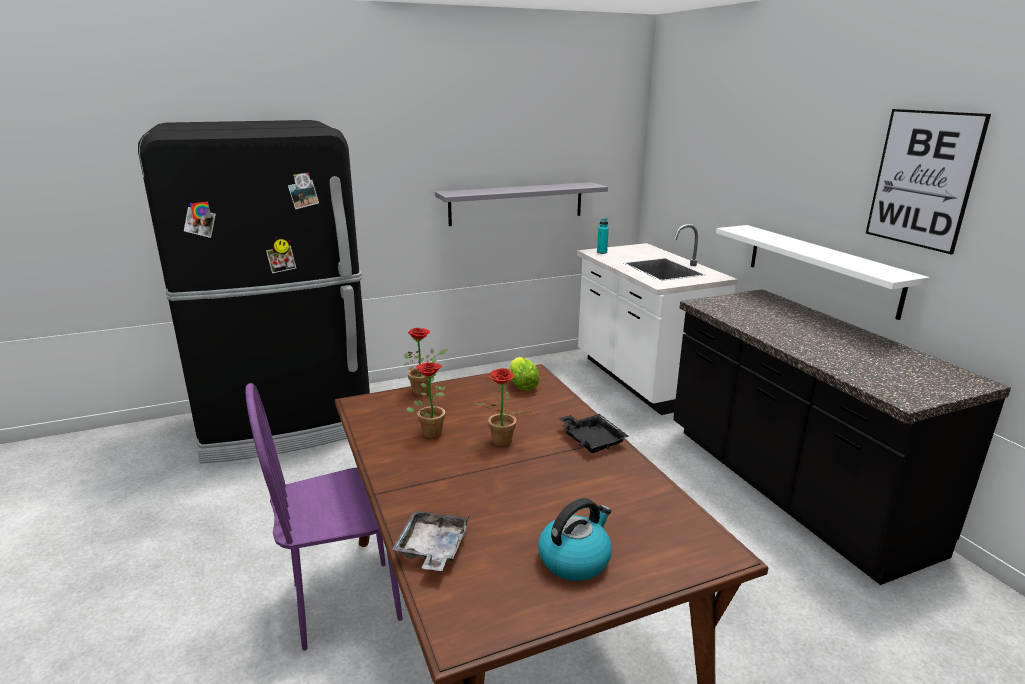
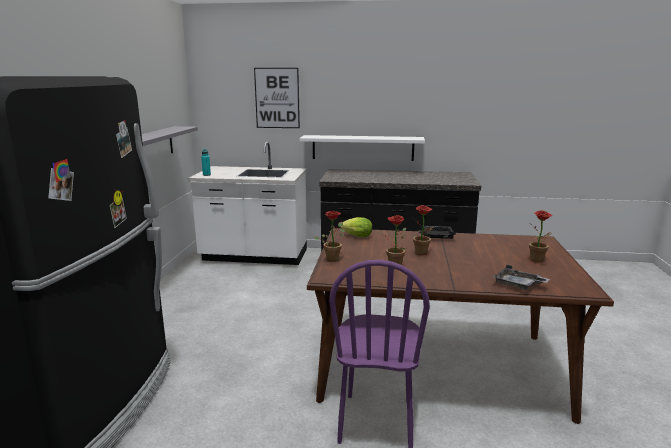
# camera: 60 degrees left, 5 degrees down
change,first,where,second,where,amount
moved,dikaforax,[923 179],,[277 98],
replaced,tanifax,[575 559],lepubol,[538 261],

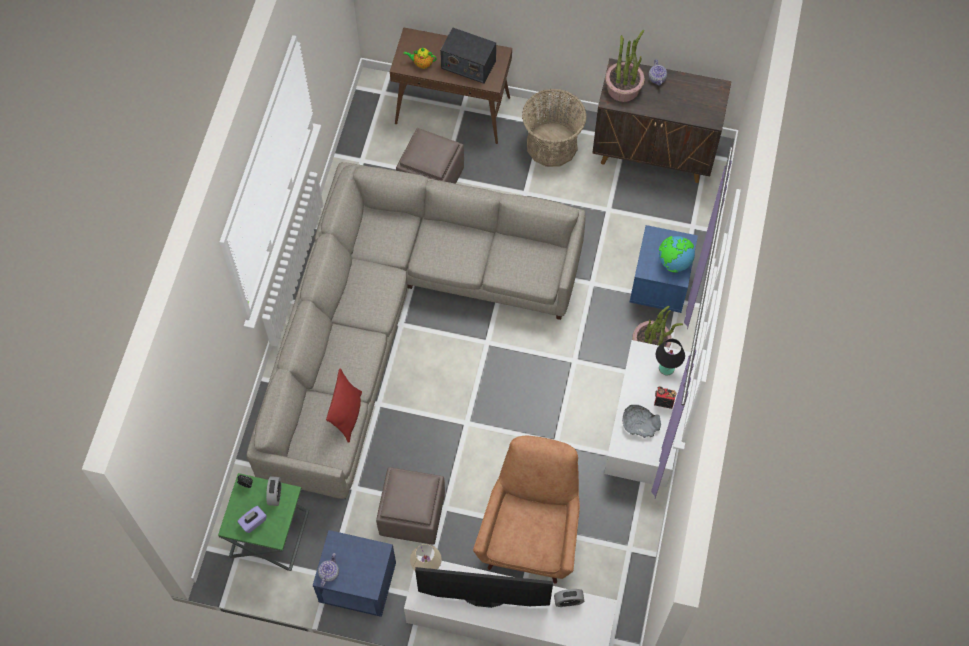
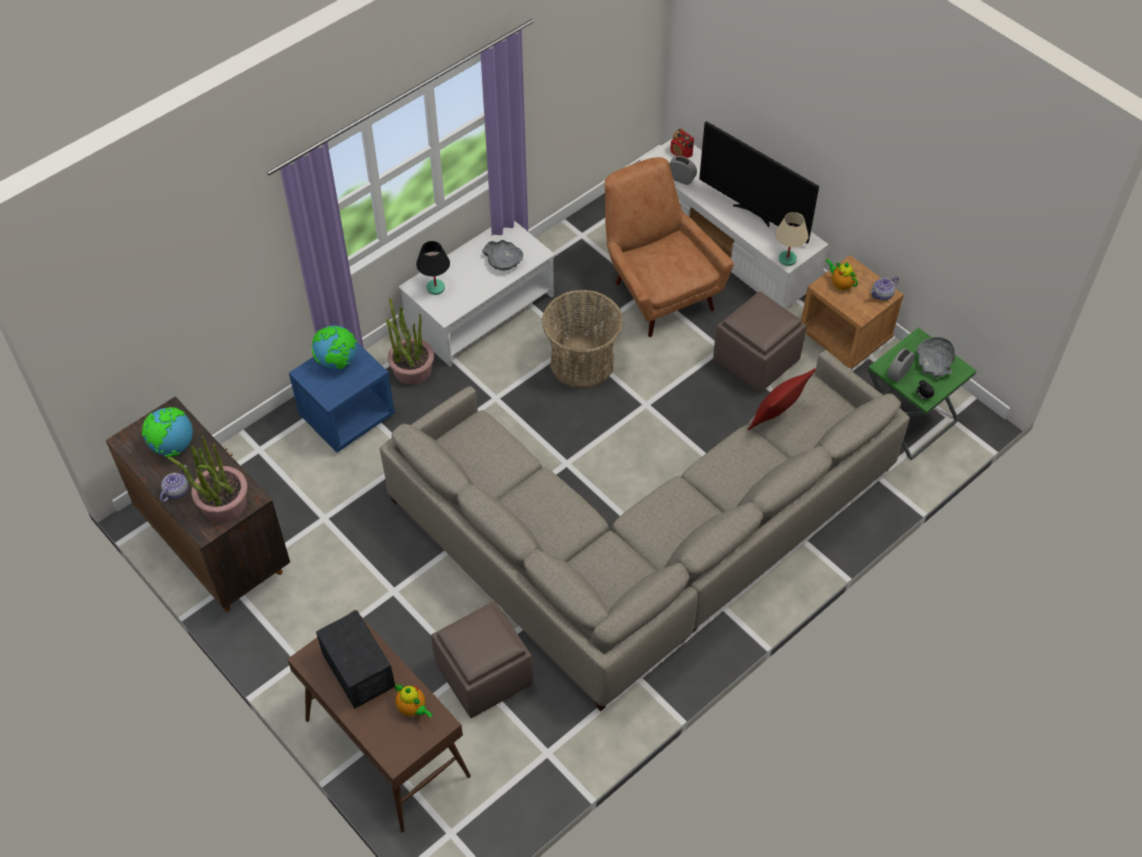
# camera: 145 degrees left, 10 degrees down
change,first,where,second,where,amount
added,,,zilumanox,[172 446],
added,,,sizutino,[840 283],
moved,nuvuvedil,[551 145],,[582 363],
moved,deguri,[663 401],,[681 154],
replaced,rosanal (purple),[253 522],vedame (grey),[934 362],
recoloured,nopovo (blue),[357 583],nopovo (brown),[845 336],
turned,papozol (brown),[531 532],,[657 290],105 degrees clockwise

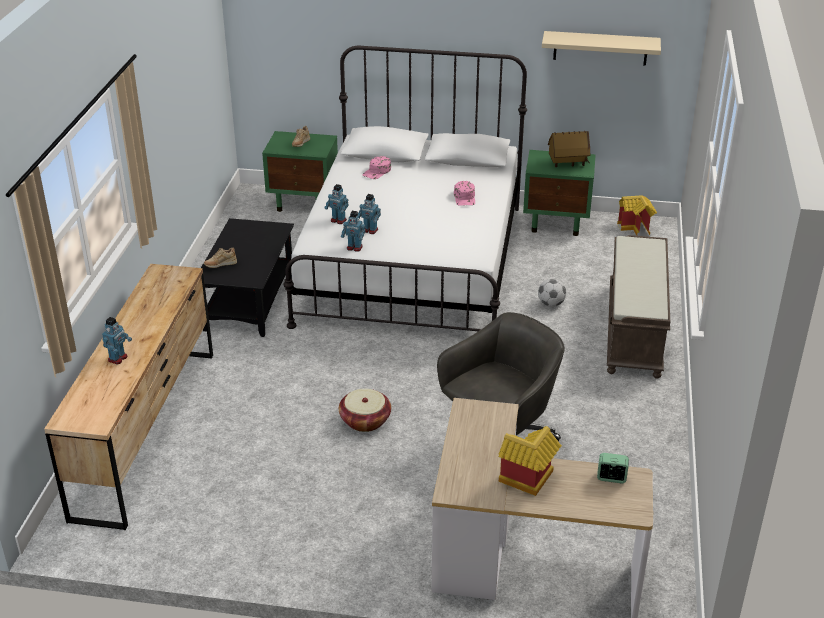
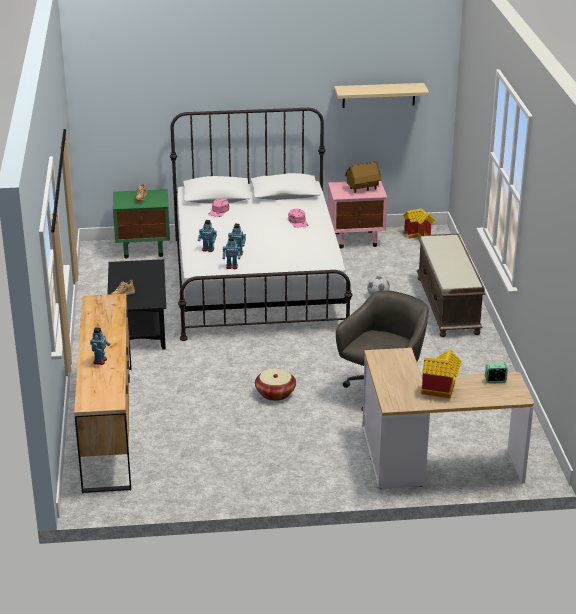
# camera: 15 degrees left, 5 degrees down
change,first,where,second,where,amount
recoloured,nopovo (green),[557 223],nopovo (pink),[356 239],

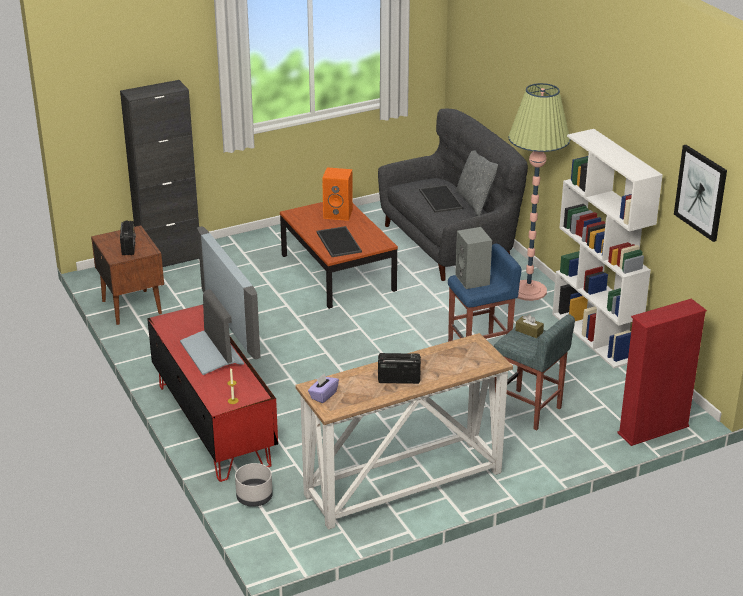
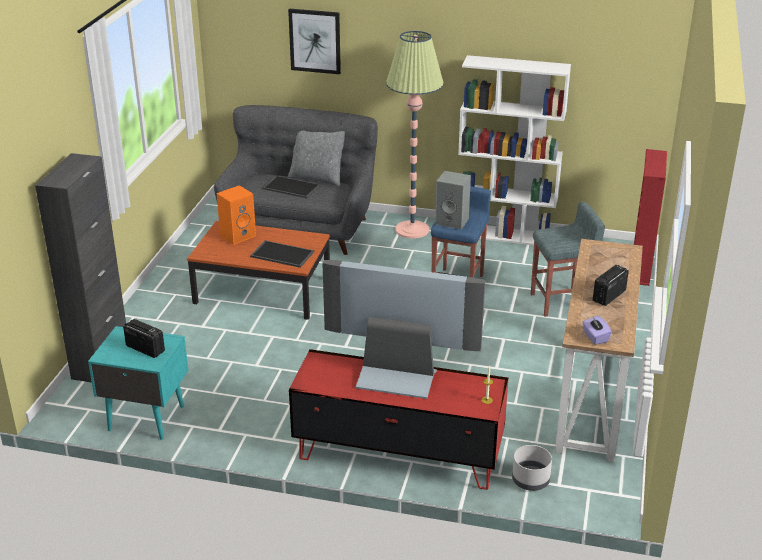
# camera: 50 degrees left, 0 degrees up
change,first,where,second,where,amount
removed,rosanal (brown),[529 331],,,
moved,dikaforax,[701 192],,[315 41],
recoloured,nopovo (brown),[132 306],nopovo (turquoise),[145 417],

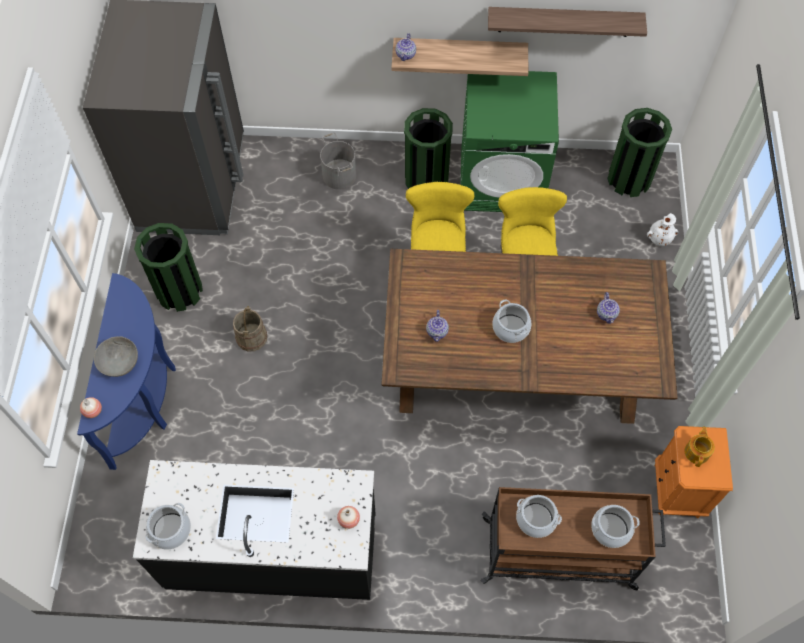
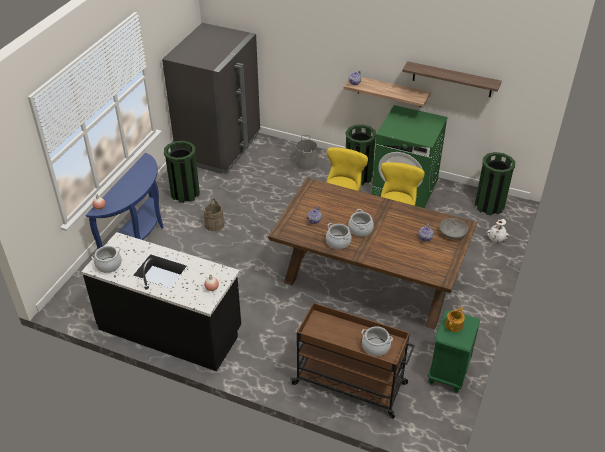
# camera: 20 degrees right, 20 degrees down
change,first,where,second,where,amount
moved,vedame (grey),[118 362],,[452 234],
moved,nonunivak,[536 519],,[338 242],
recoloured,nopovo (orange),[678 490],nopovo (green),[448 373],

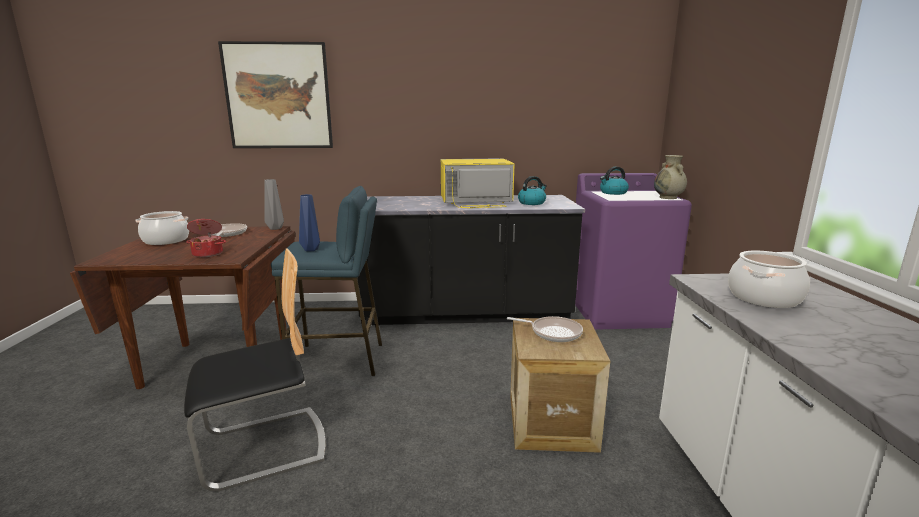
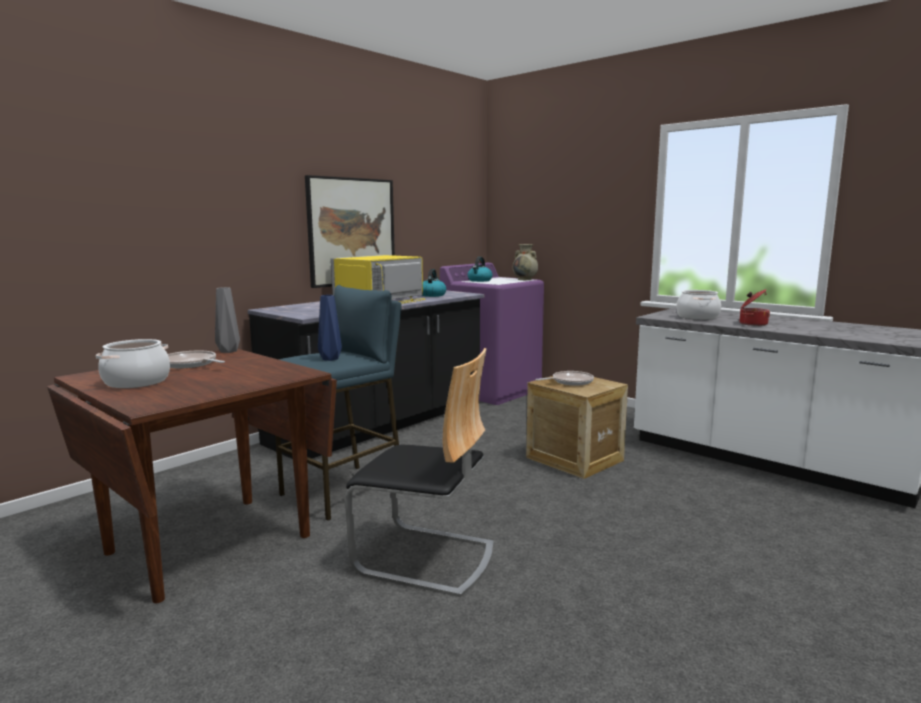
# camera: 45 degrees left, 5 degrees down
change,first,where,second,where,amount
moved,nonunivak,[208 253],,[752 324],
moved,dikaforax,[278 96],,[351 231],
turned,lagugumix,[264 447],,[425 558],90 degrees clockwise

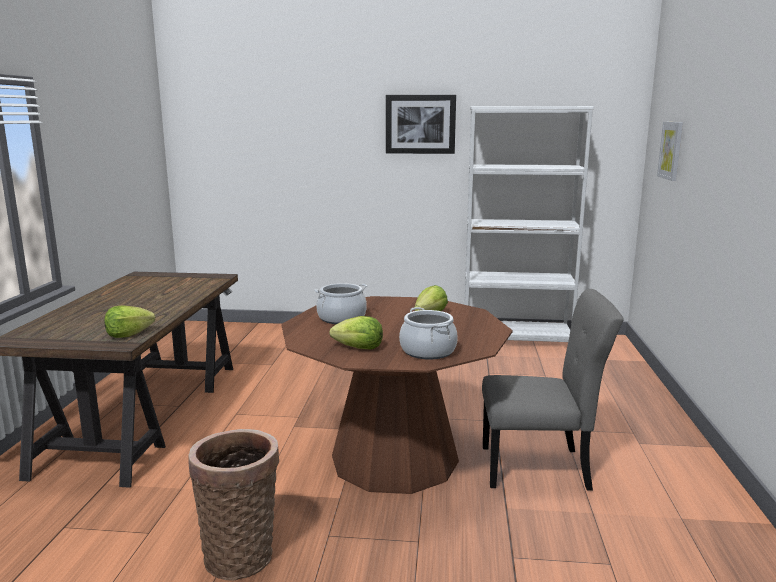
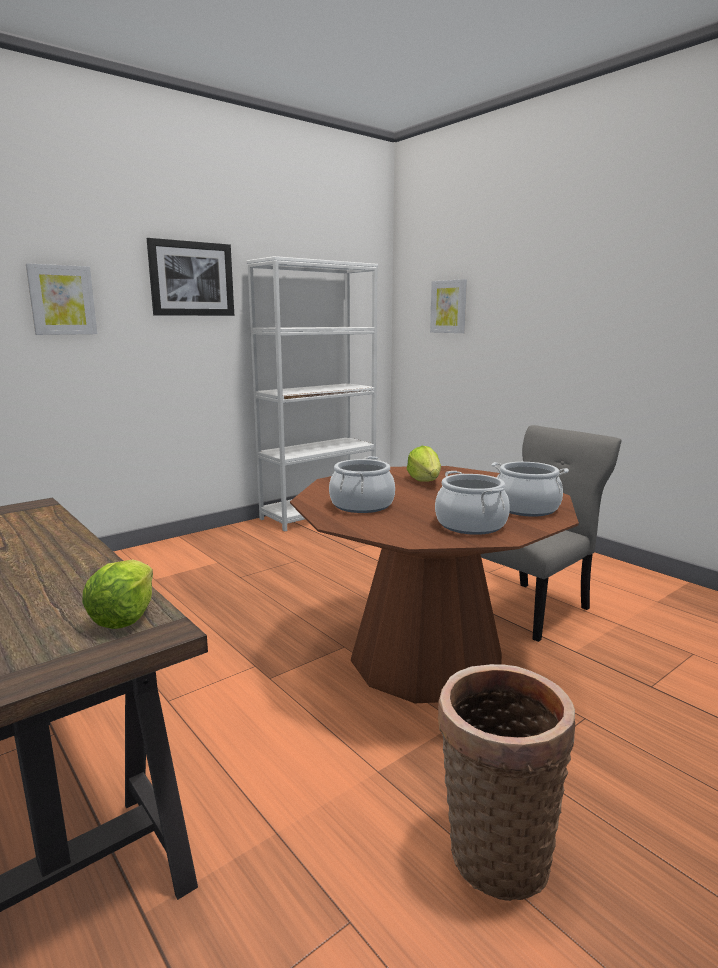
# camera: 45 degrees left, 0 degrees up
change,first,where,second,where,amount
added,,,dikaforax,[62 300],
replaced,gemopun,[359 348],nonunivak,[471 525],

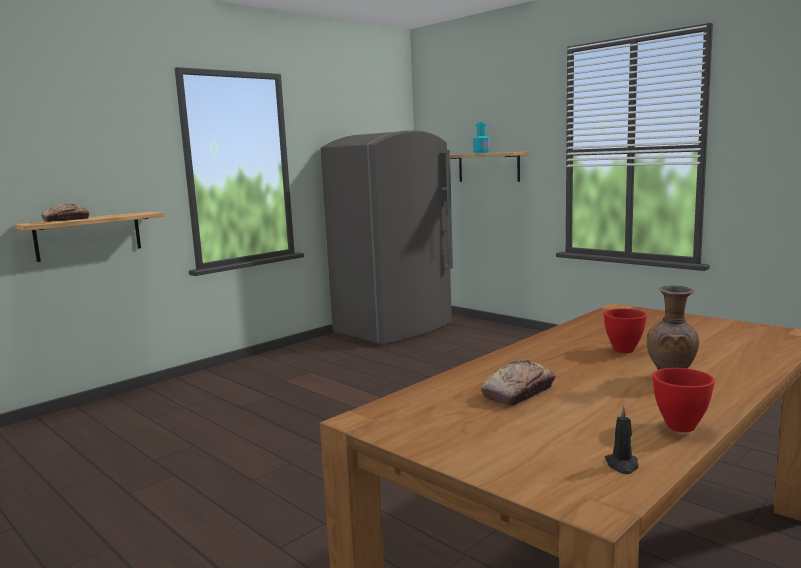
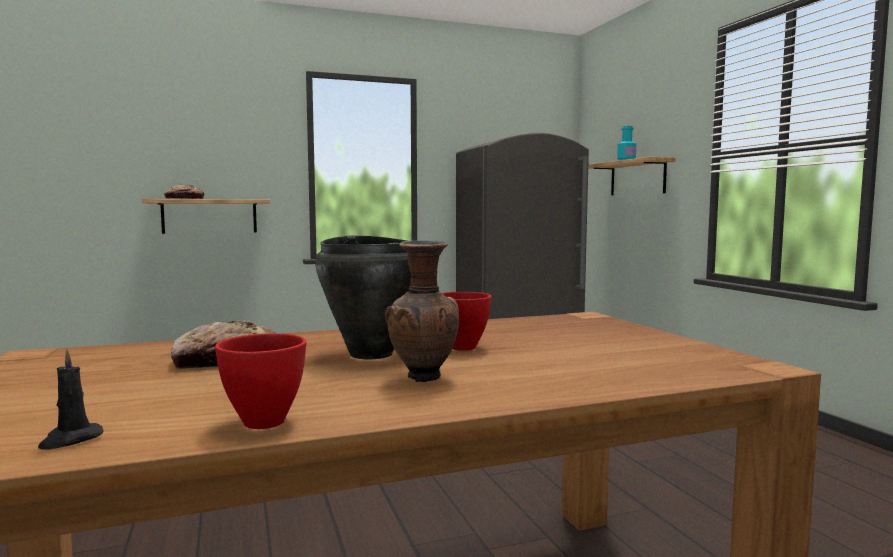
# camera: 25 degrees right, 5 degrees down
change,first,where,second,where,amount
added,,,nonunivak (black),[371 354],

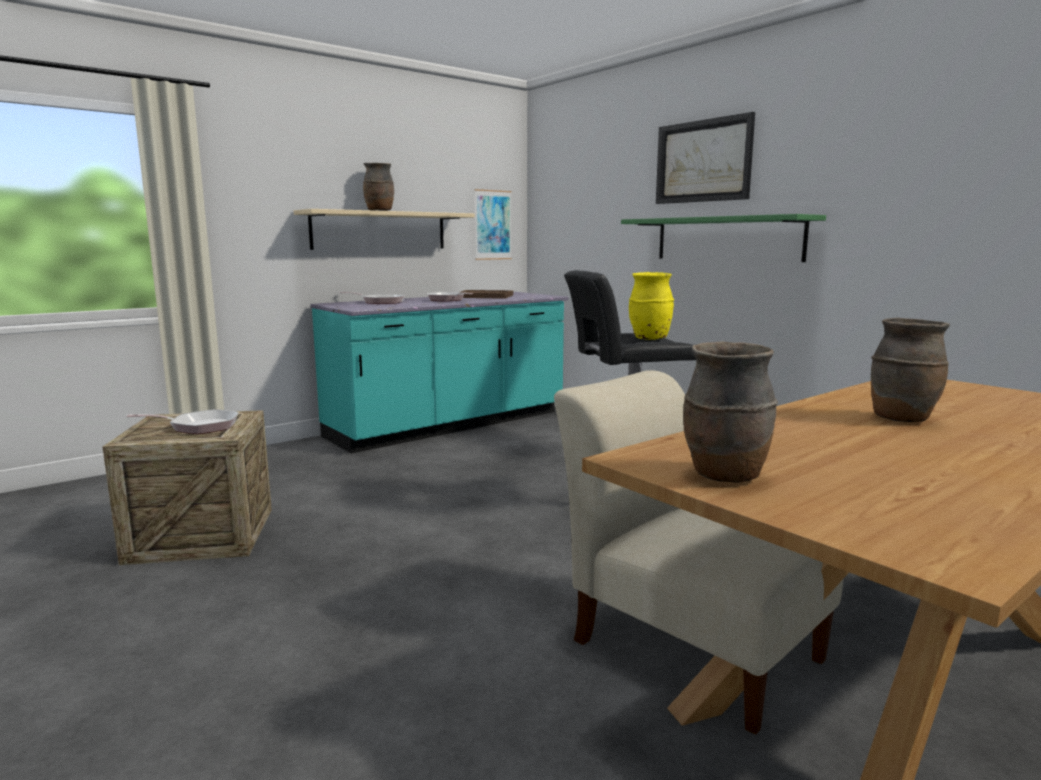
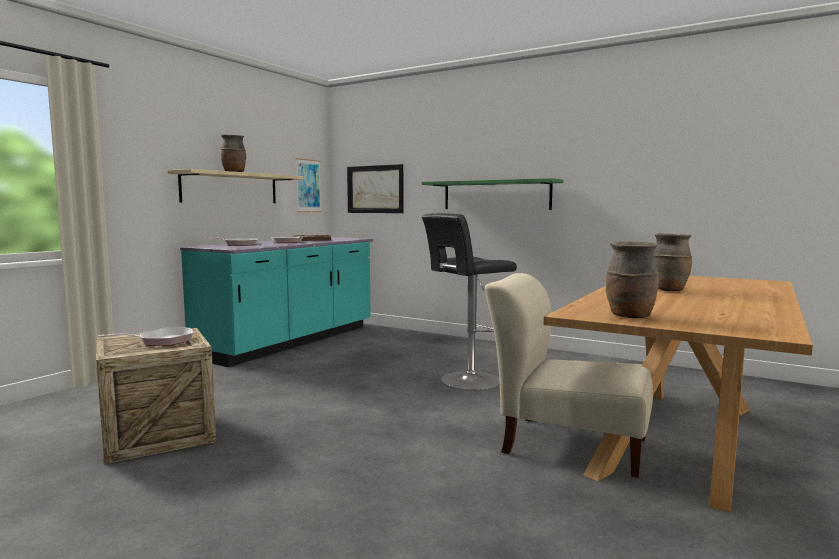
# camera: 20 degrees left, 5 degrees down
change,first,where,second,where,amount
removed,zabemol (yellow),[650 339],,,
moved,dikaforax,[703 161],,[375 189],

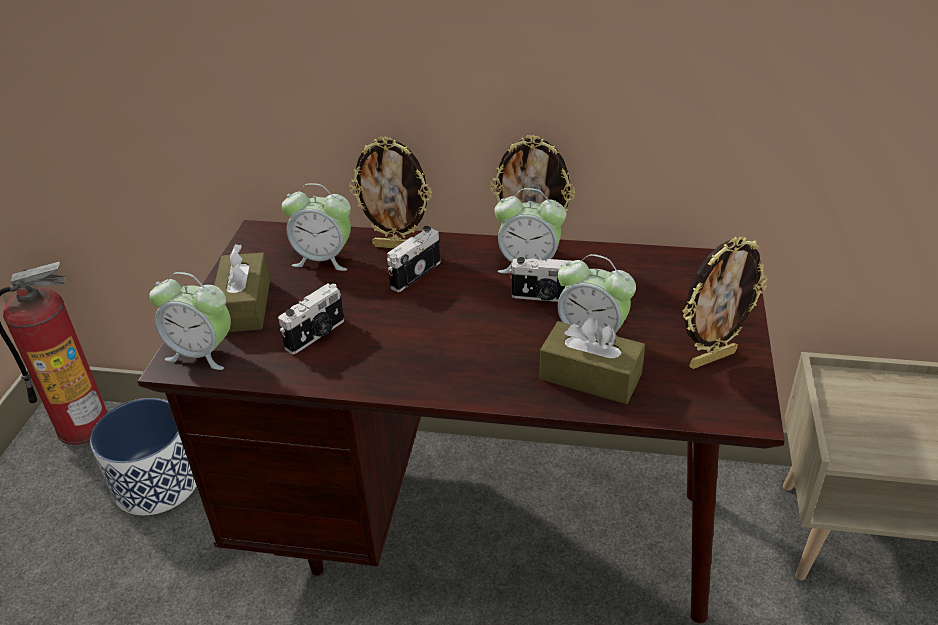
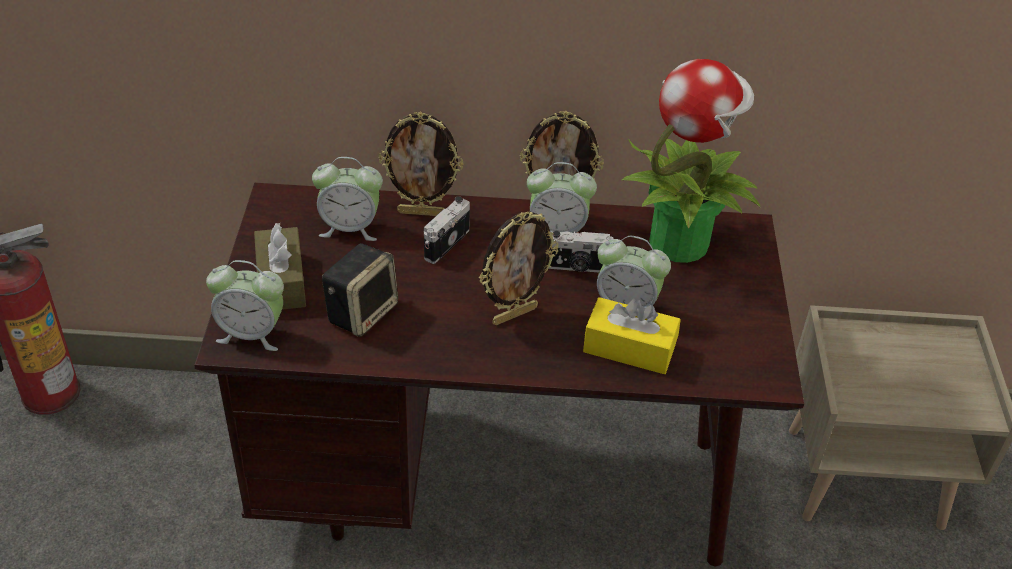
# camera: 10 degrees left, 5 degrees up
change,first,where,second,where,amount
removed,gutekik,[156 483],,,
added,,,lepubol,[680 241],
moved,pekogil,[711 358],,[514 314],
replaced,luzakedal,[317 335],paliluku,[362 312],
recoloured,rosanal (brown),[590 376],rosanal (yellow),[629 348],

